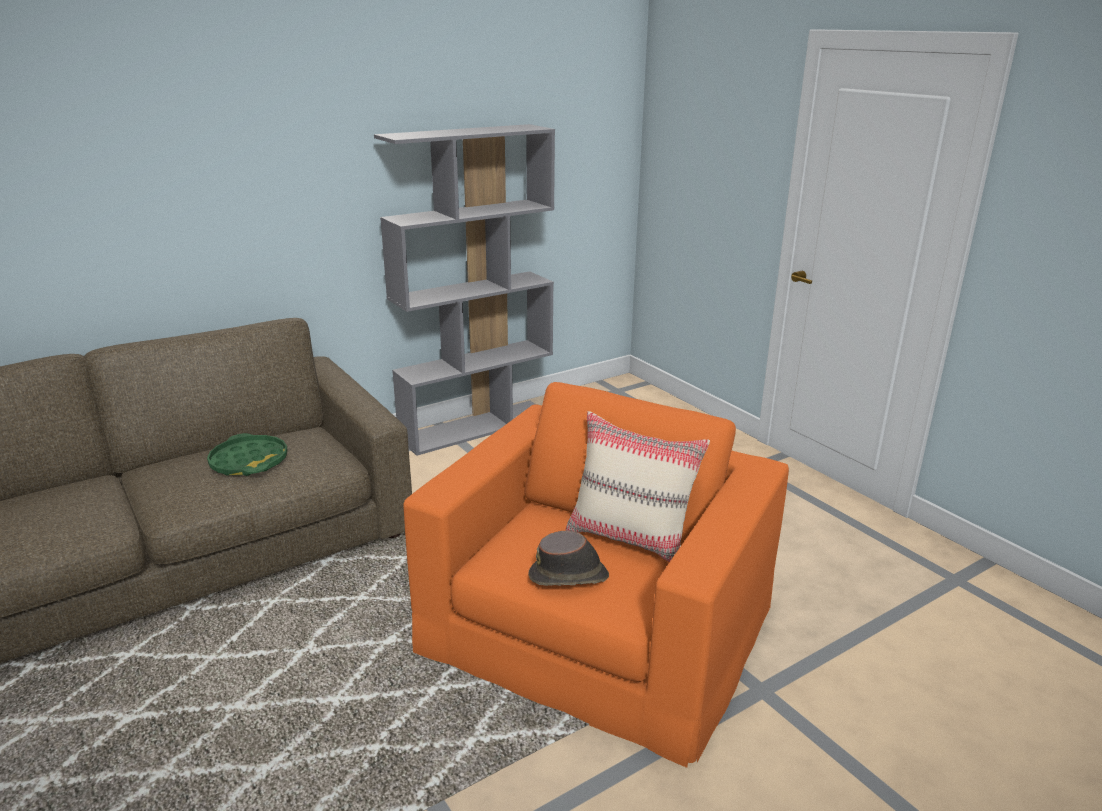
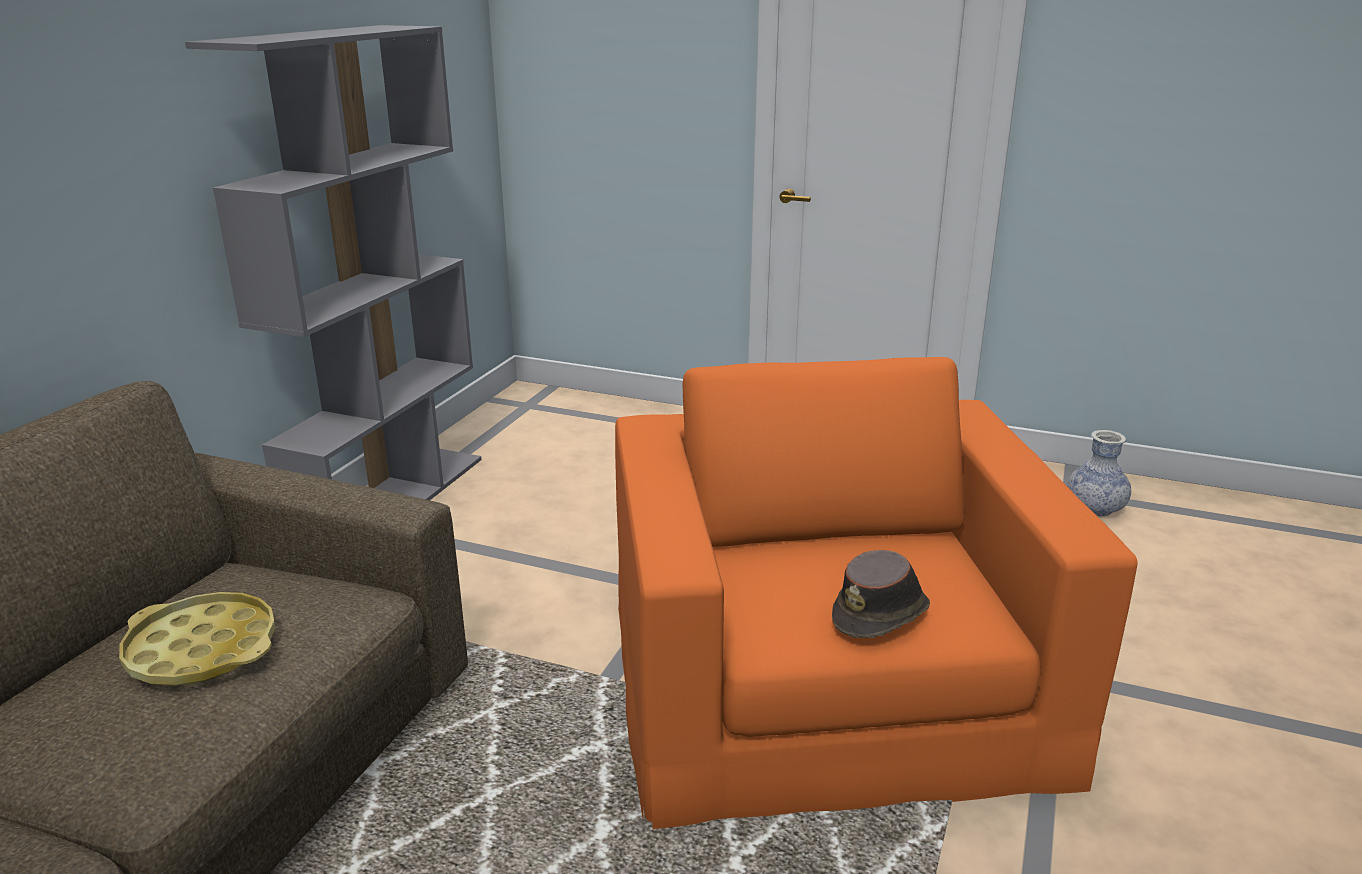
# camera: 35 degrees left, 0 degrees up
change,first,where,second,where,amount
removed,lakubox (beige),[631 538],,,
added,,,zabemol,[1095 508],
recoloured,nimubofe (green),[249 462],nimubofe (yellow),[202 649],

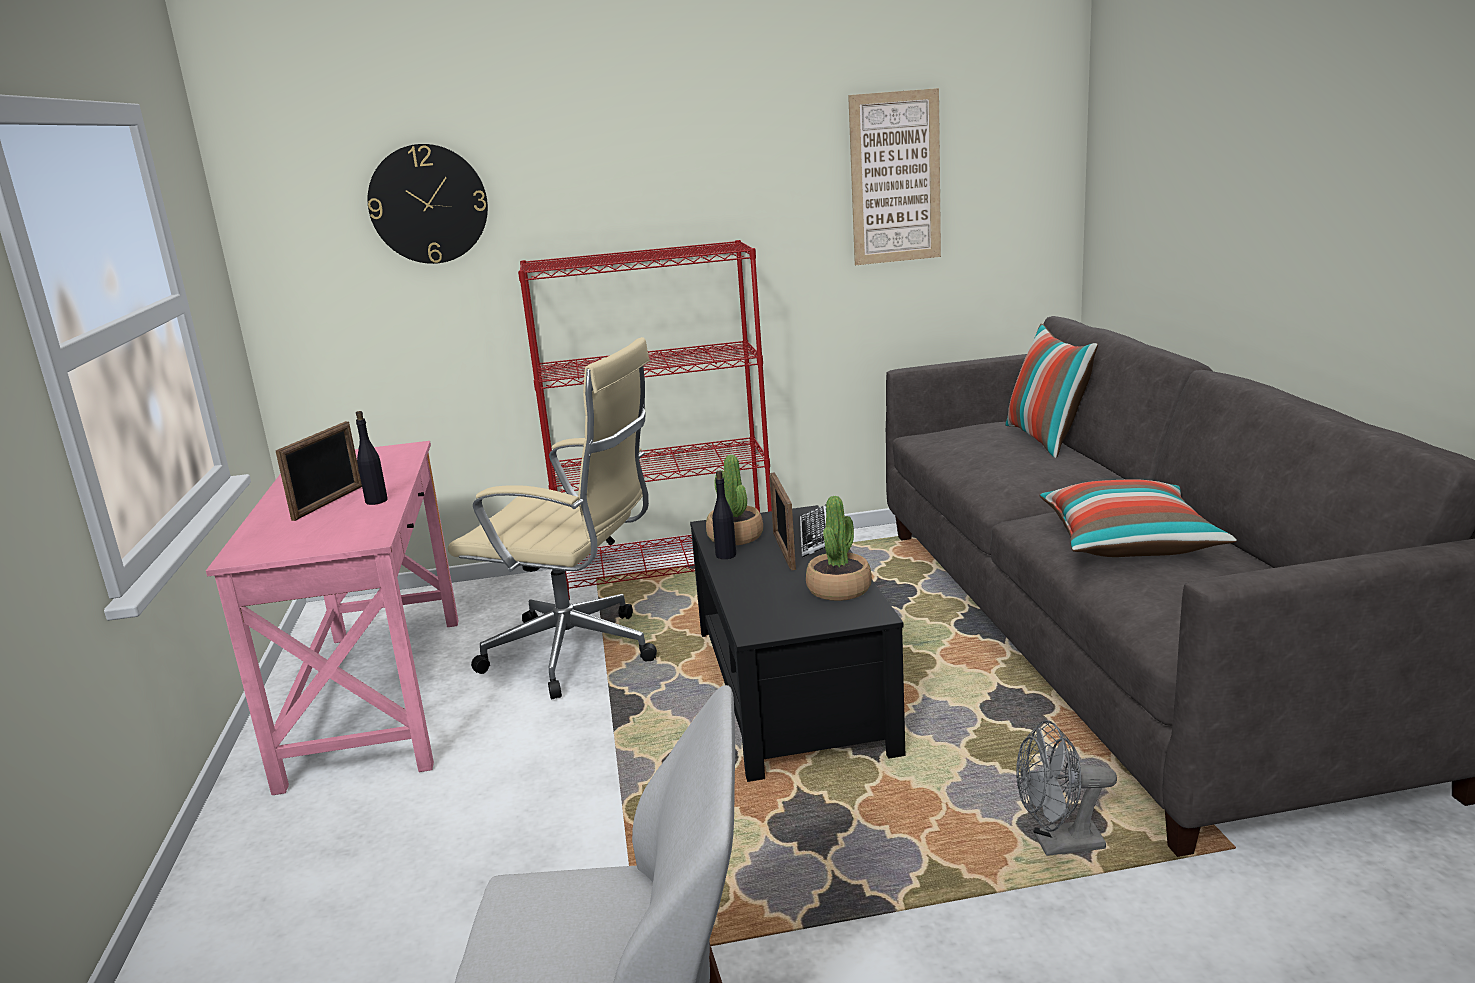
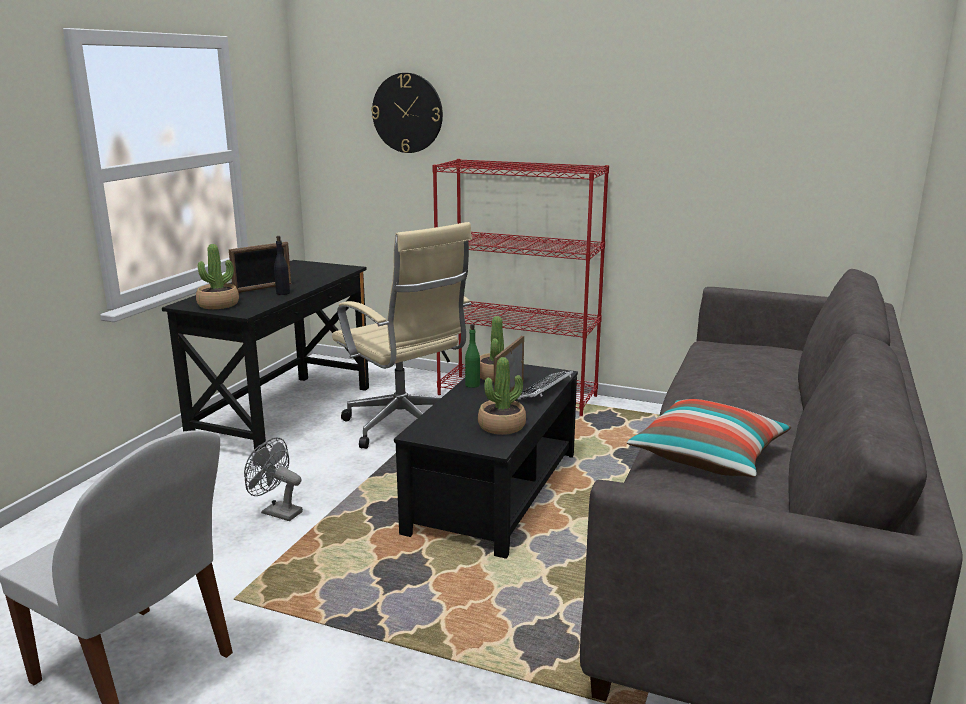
# camera: 30 degrees right, 0 degrees up
change,first,where,second,where,amount
removed,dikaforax,[895 178],,,
removed,lakubox,[1046 440],,,
added,,,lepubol,[218 305],
moved,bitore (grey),[1058 844],,[276 512],
recoloured,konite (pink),[377 696],konite (black),[284 415],
recoloured,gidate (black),[725 555],gidate (green),[472 385],

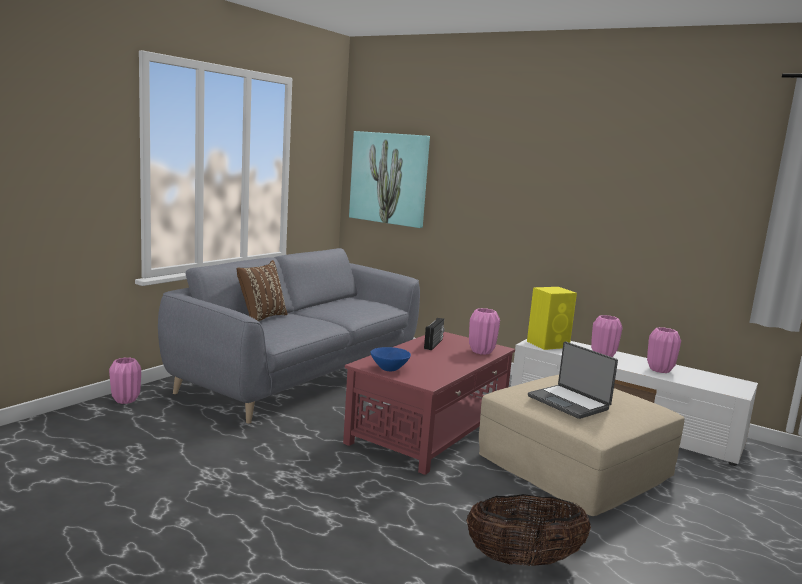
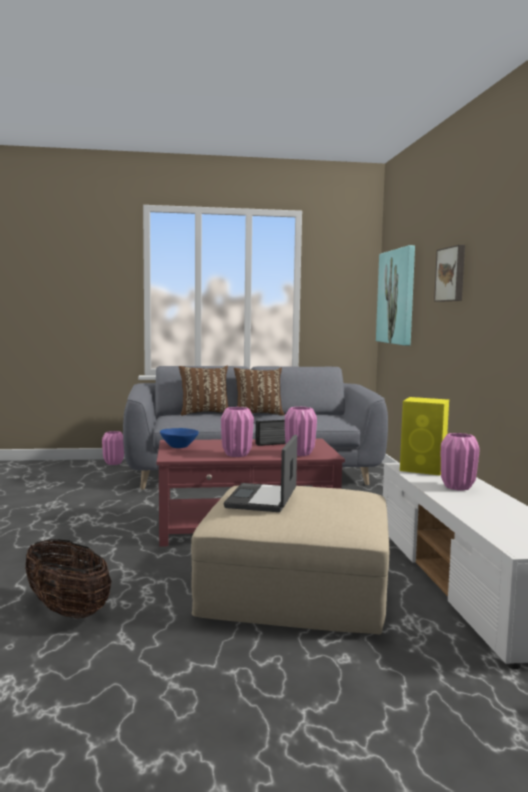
# camera: 50 degrees right, 5 degrees down
change,first,where,second,where,amount
added,,,lakubox (brown),[258 414],
added,,,dikaforax,[452 274],
moved,zabemol (pink),[659 370],,[237 455],

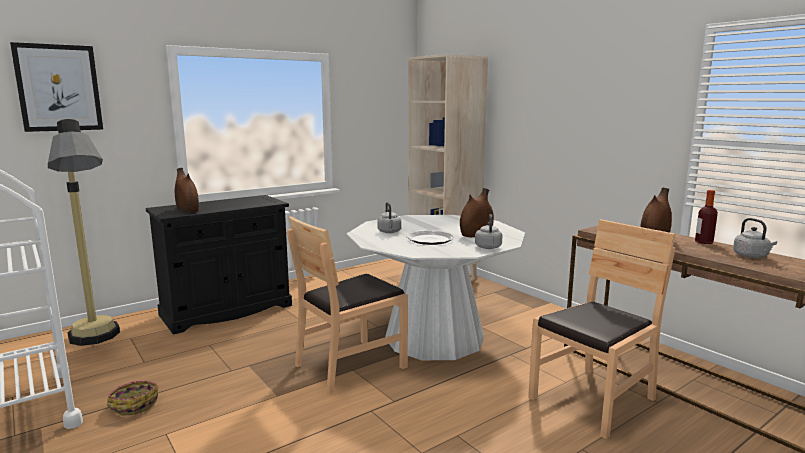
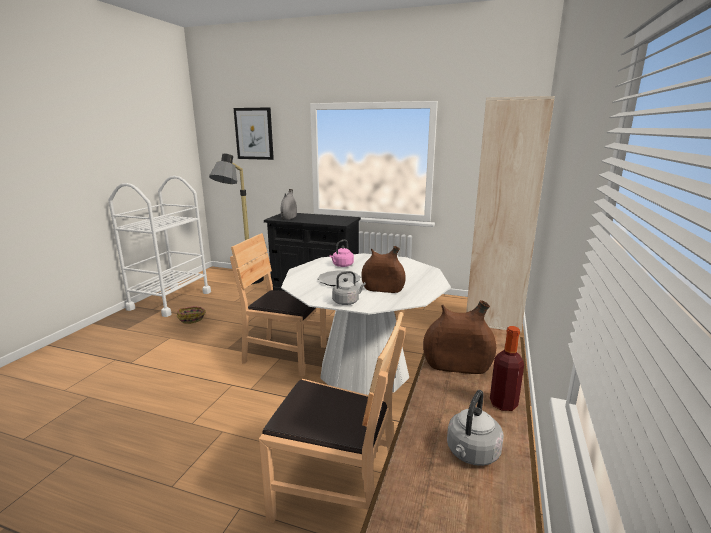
# camera: 55 degrees right, 5 degrees up
change,first,where,second,where,amount
recoloured,zabemol (brown),[187 210],zabemol (grey),[289 218],
recoloured,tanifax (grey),[389 232],tanifax (pink),[342 265],

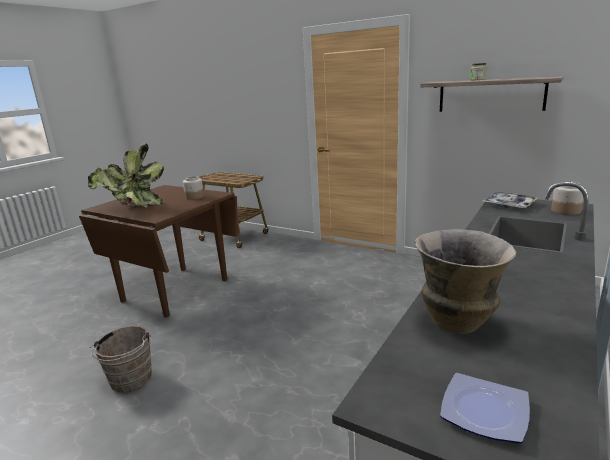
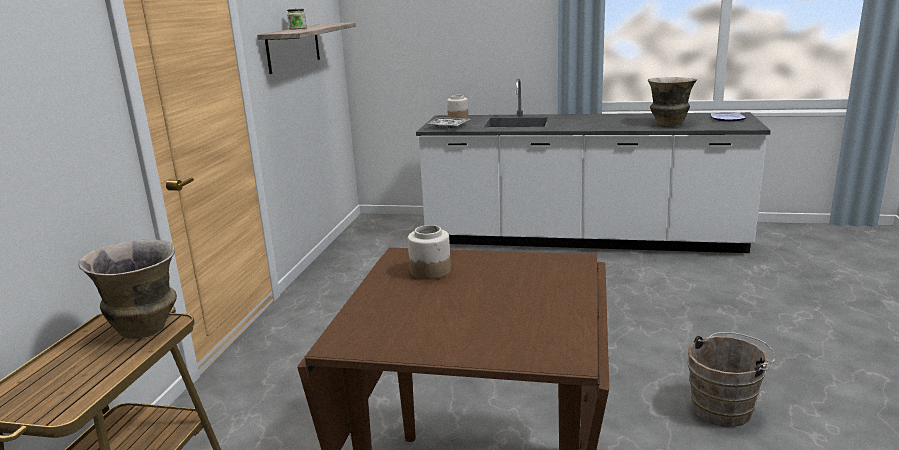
# camera: 110 degrees left, 0 degrees up
change,first,where,second,where,amount
removed,lepubol,[132 209],,,
added,,,zabemol,[146 329],

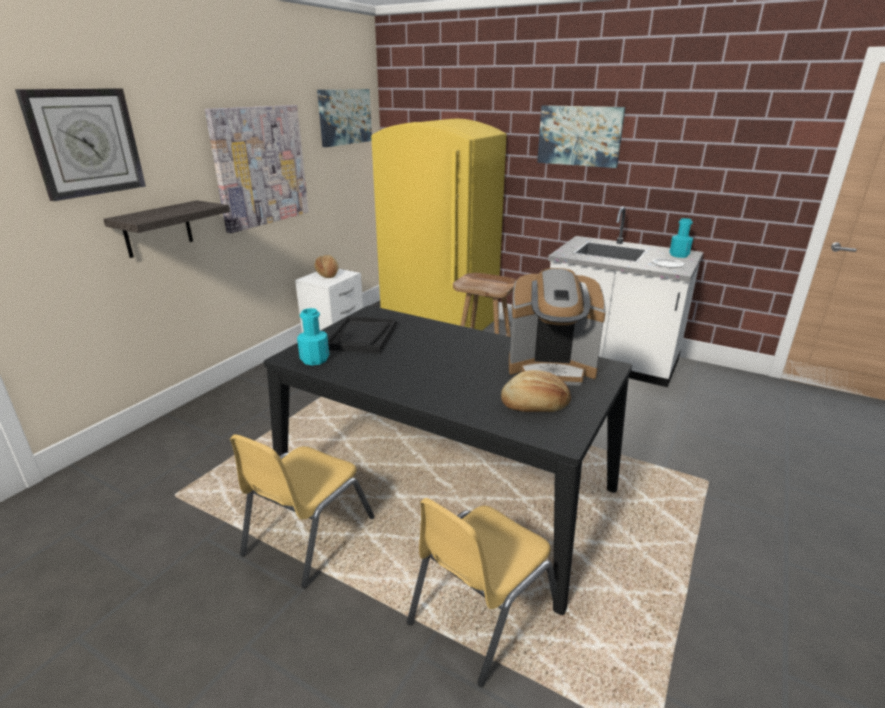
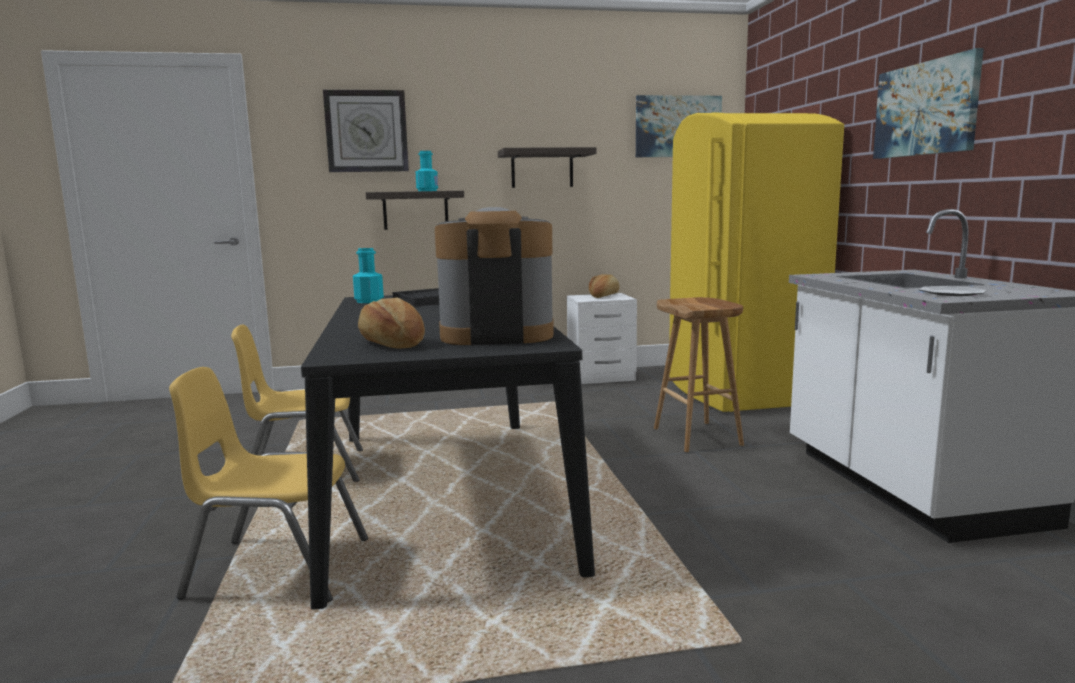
# camera: 50 degrees right, 15 degrees down
change,first,where,second,where,amount
moved,gidate (turquoise),[679 255],,[427 191],
replaced,dikaforax,[260 166],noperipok,[542 169],
turned,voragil,[551 367],,[496 334],120 degrees clockwise

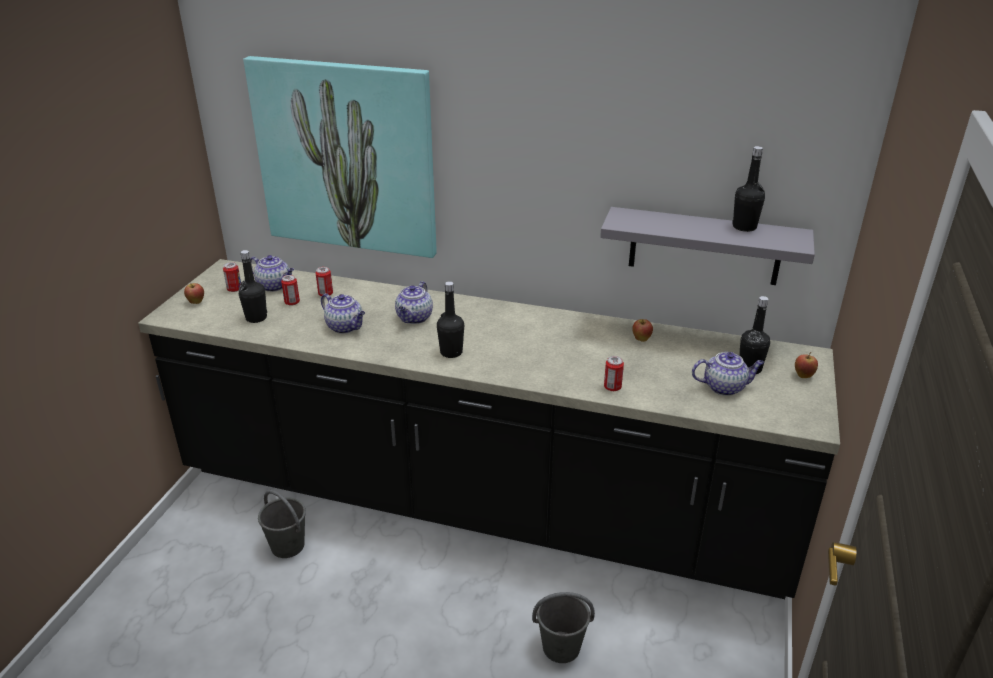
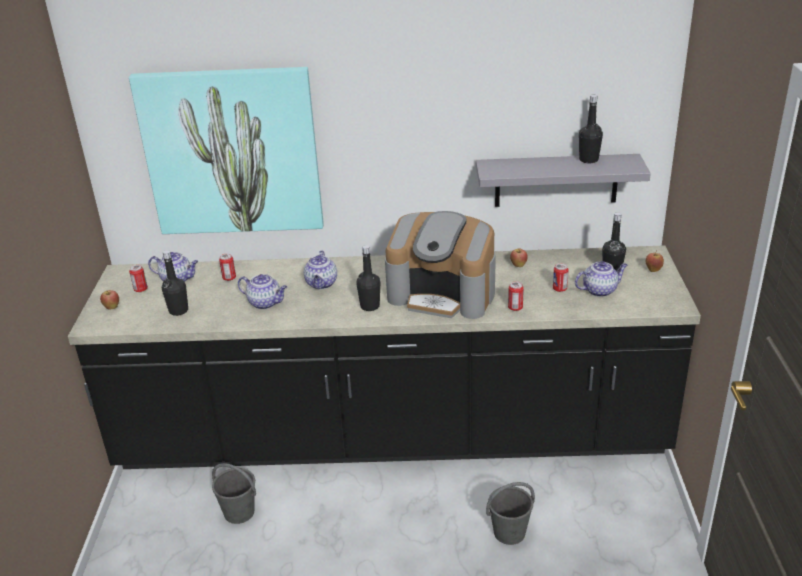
# camera: 15 degrees left, 0 degrees up
change,first,where,second,where,amount
added,,,voragil,[443 294],
moved,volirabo,[292 303],,[559 289],

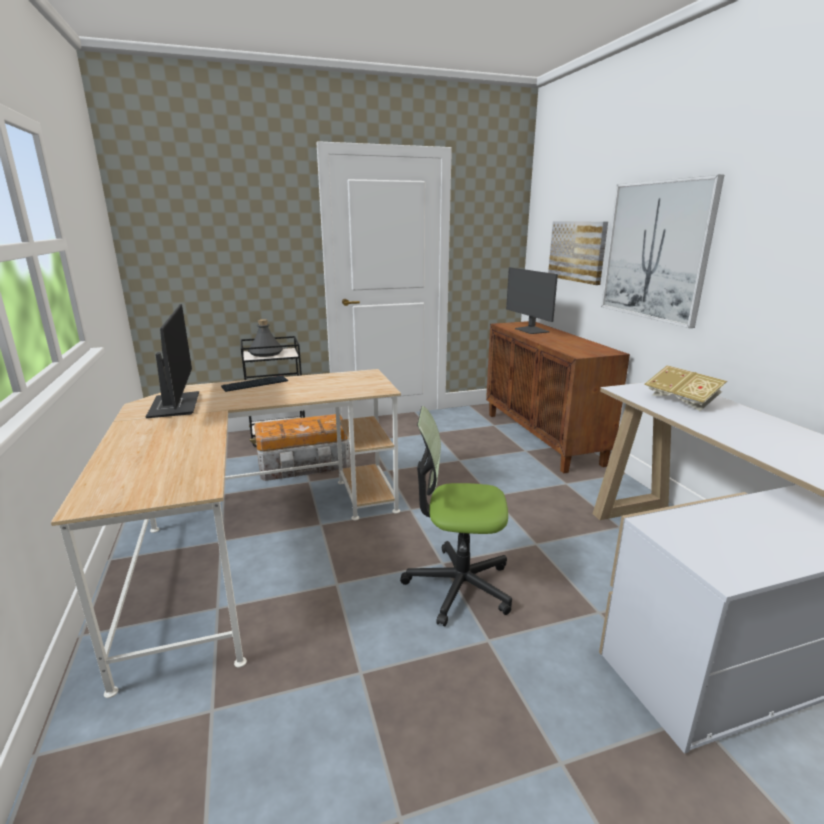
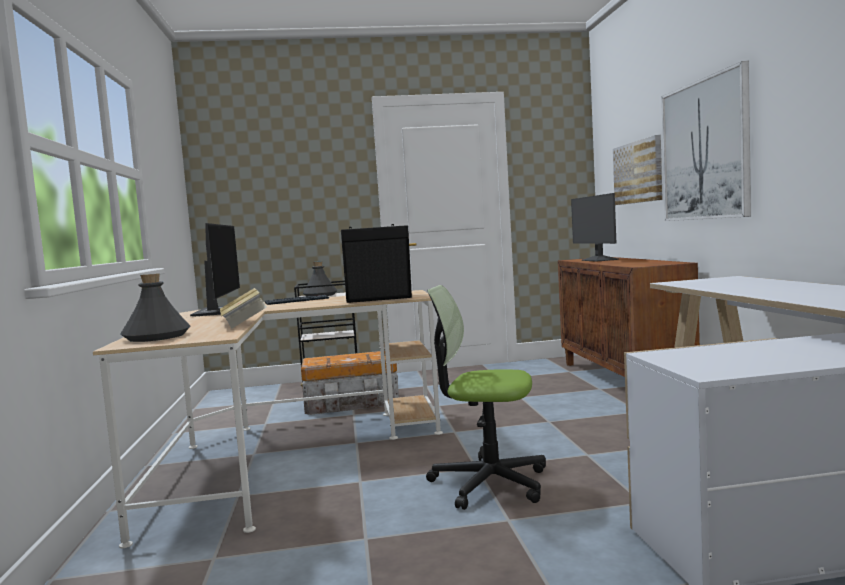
# camera: 10 degrees right, 15 degrees down
change,first,where,second,where,amount
added,,,gidate (grey),[157 337],
added,,,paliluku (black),[379 298],
moved,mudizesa,[681 401],,[243 323],

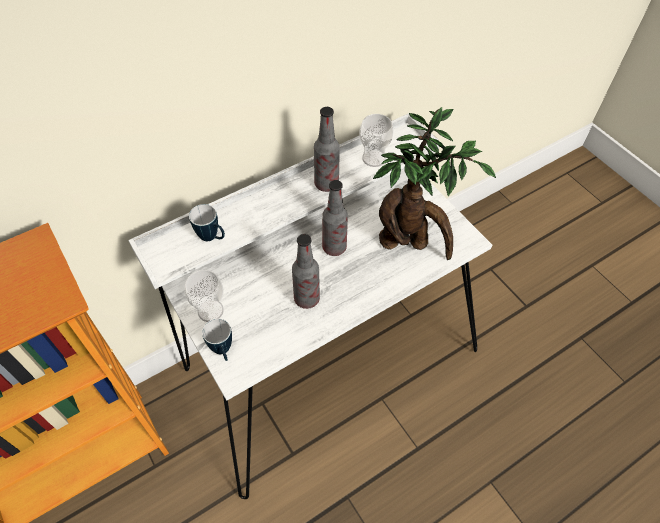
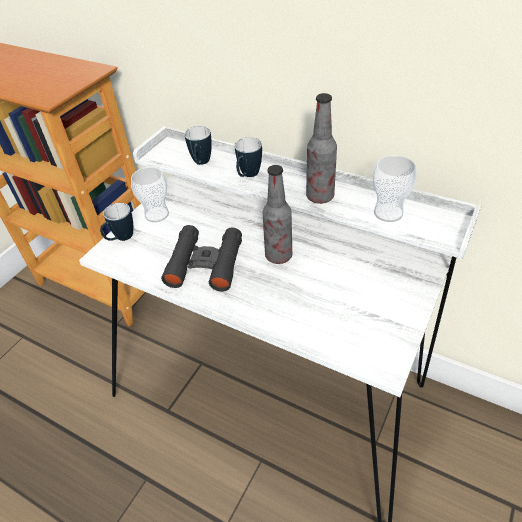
# camera: 65 degrees right, 10 degrees down
change,first,where,second,where,amount
removed,lepubol,[410 244],,,
added,,,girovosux,[248 176],
replaced,gidate,[306 299],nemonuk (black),[205 263],

